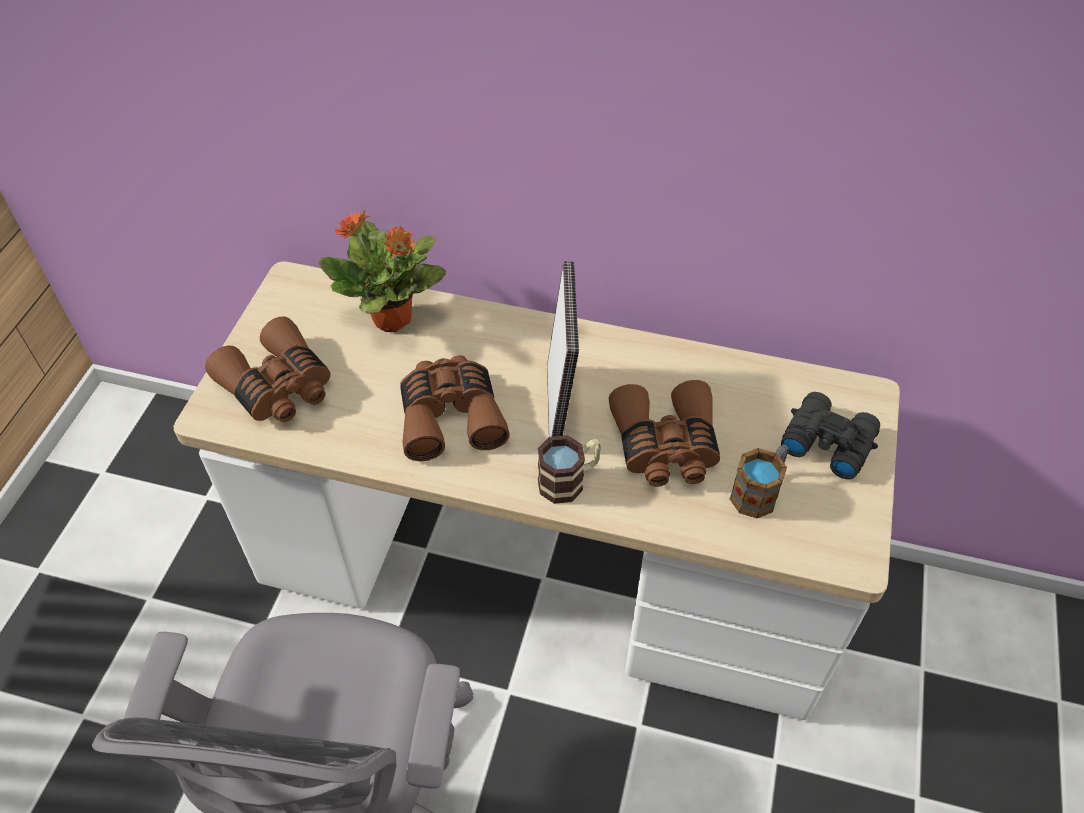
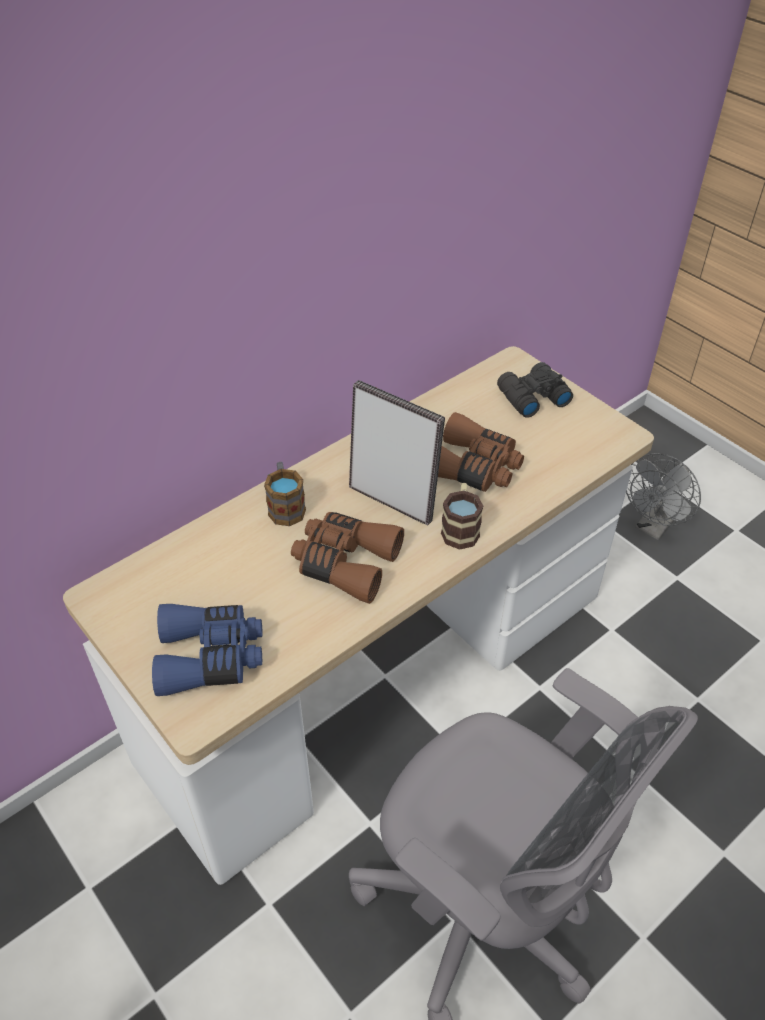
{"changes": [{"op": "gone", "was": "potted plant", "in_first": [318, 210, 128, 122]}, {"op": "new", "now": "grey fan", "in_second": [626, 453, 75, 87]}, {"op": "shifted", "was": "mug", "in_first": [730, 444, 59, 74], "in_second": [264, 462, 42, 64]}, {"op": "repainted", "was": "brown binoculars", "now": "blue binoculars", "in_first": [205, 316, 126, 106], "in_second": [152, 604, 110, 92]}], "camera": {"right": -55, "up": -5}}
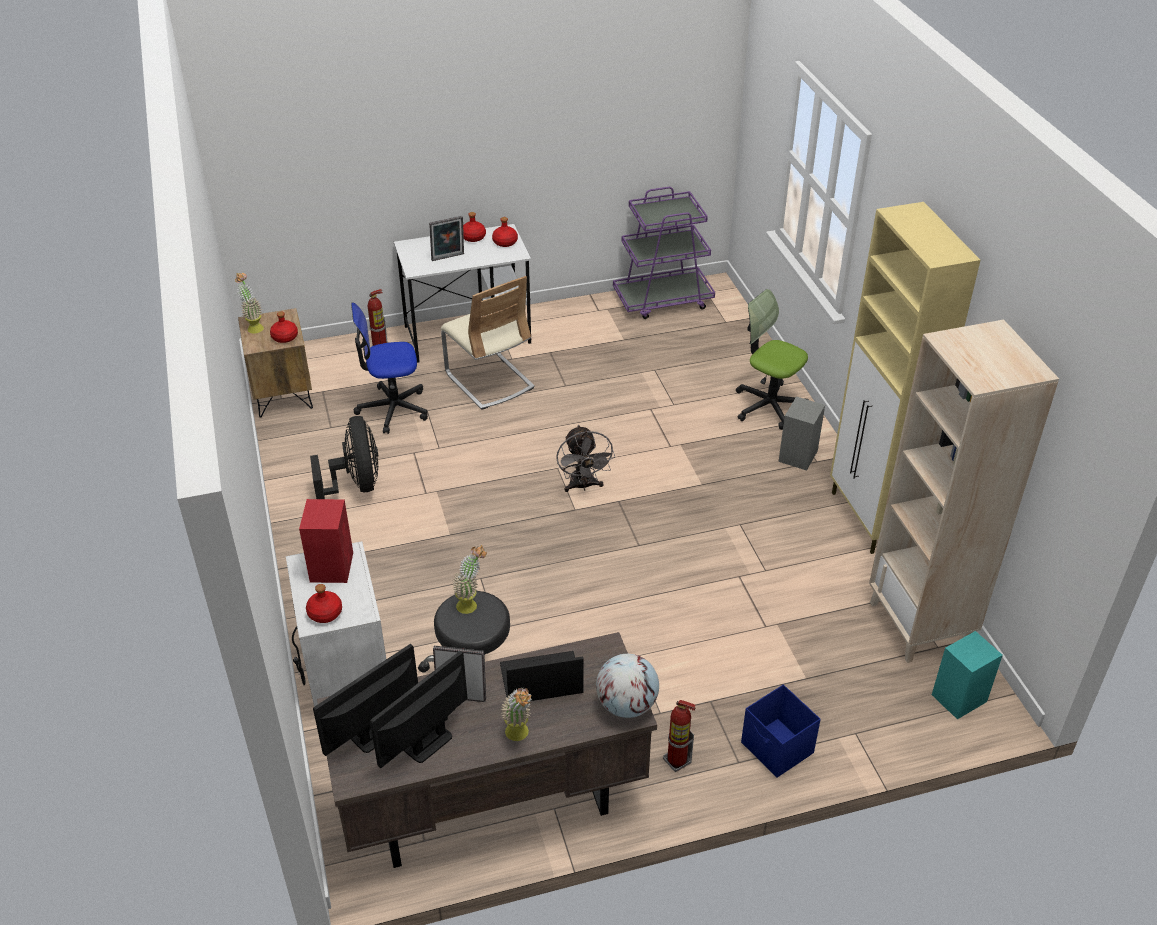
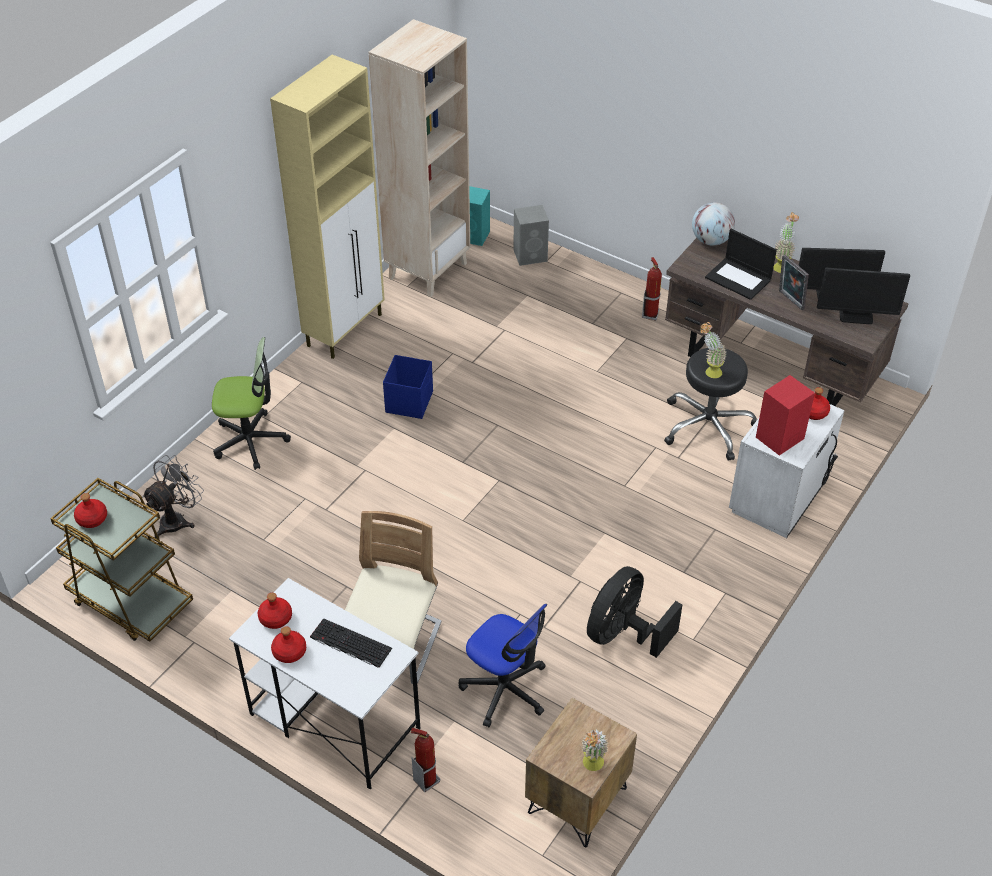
{"changes": [{"op": "shifted", "was": "red bottle", "in_first": [270, 311, 28, 32], "in_second": [74, 493, 33, 35]}, {"op": "shifted", "was": "grey fan", "in_first": [556, 425, 59, 67], "in_second": [142, 455, 62, 83]}, {"op": "shifted", "was": "blue storage box", "in_first": [741, 685, 80, 93], "in_second": [383, 355, 50, 64]}, {"op": "shifted", "was": "grey speaker", "in_first": [778, 396, 47, 74], "in_second": [513, 205, 36, 61]}, {"op": "swapped", "was": "picture frame", "now": "keyboard", "in_first": [429, 216, 35, 45], "in_second": [310, 618, 82, 50]}, {"op": "repainted", "was": "purple cart", "now": "brown cart", "in_first": [613, 187, 102, 132], "in_second": [50, 478, 143, 164]}, {"op": "rotated", "was": "office chair", "in_first": [736, 289, 73, 141], "in_second": [212, 337, 79, 133], "clockwise": -90}], "camera": {"right": -130, "up": 5}}
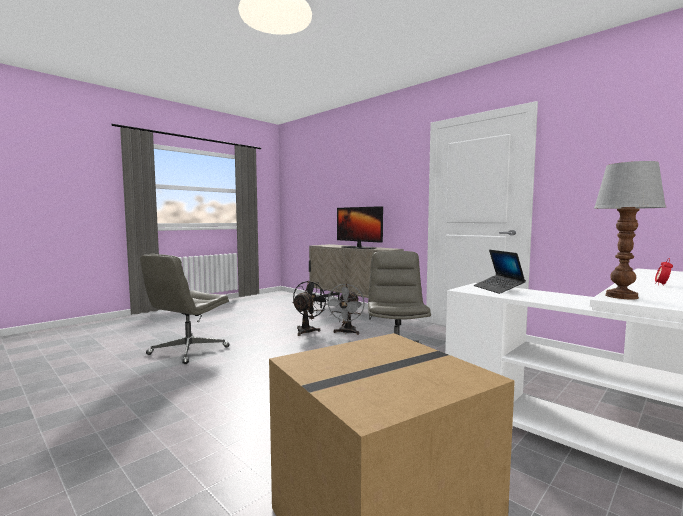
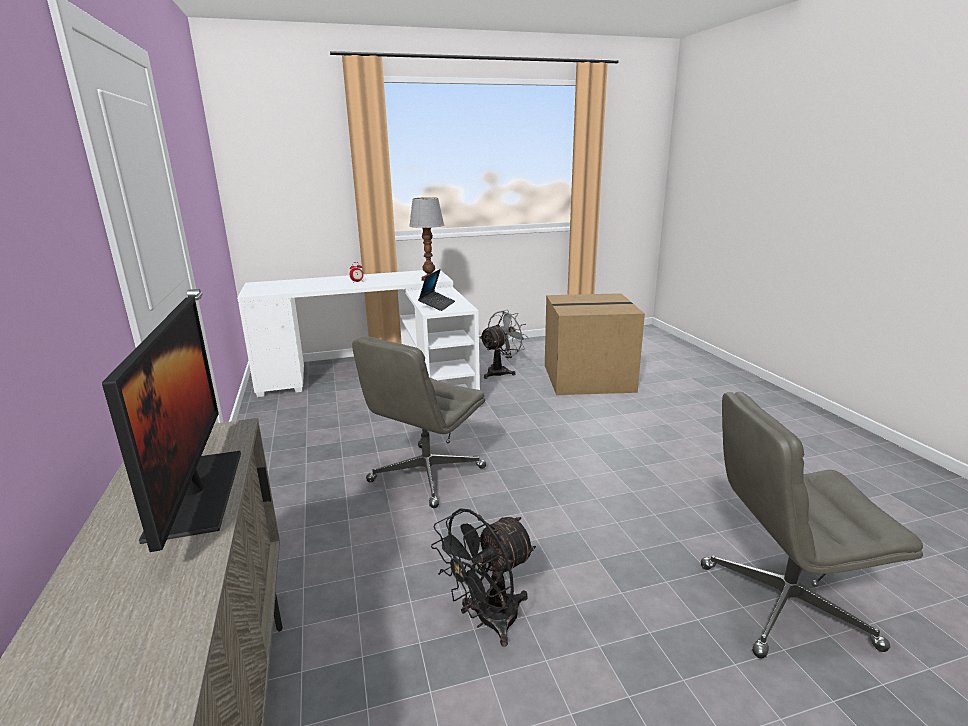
{"changes": [{"op": "shifted", "was": "grey fan", "in_first": [326, 284, 39, 51], "in_second": [480, 310, 47, 69]}, {"op": "rotated", "was": "grey office chair", "in_first": [140, 254, 89, 110], "in_second": [701, 392, 222, 266], "clockwise": -150}], "camera": {"right": -150, "up": 15}}
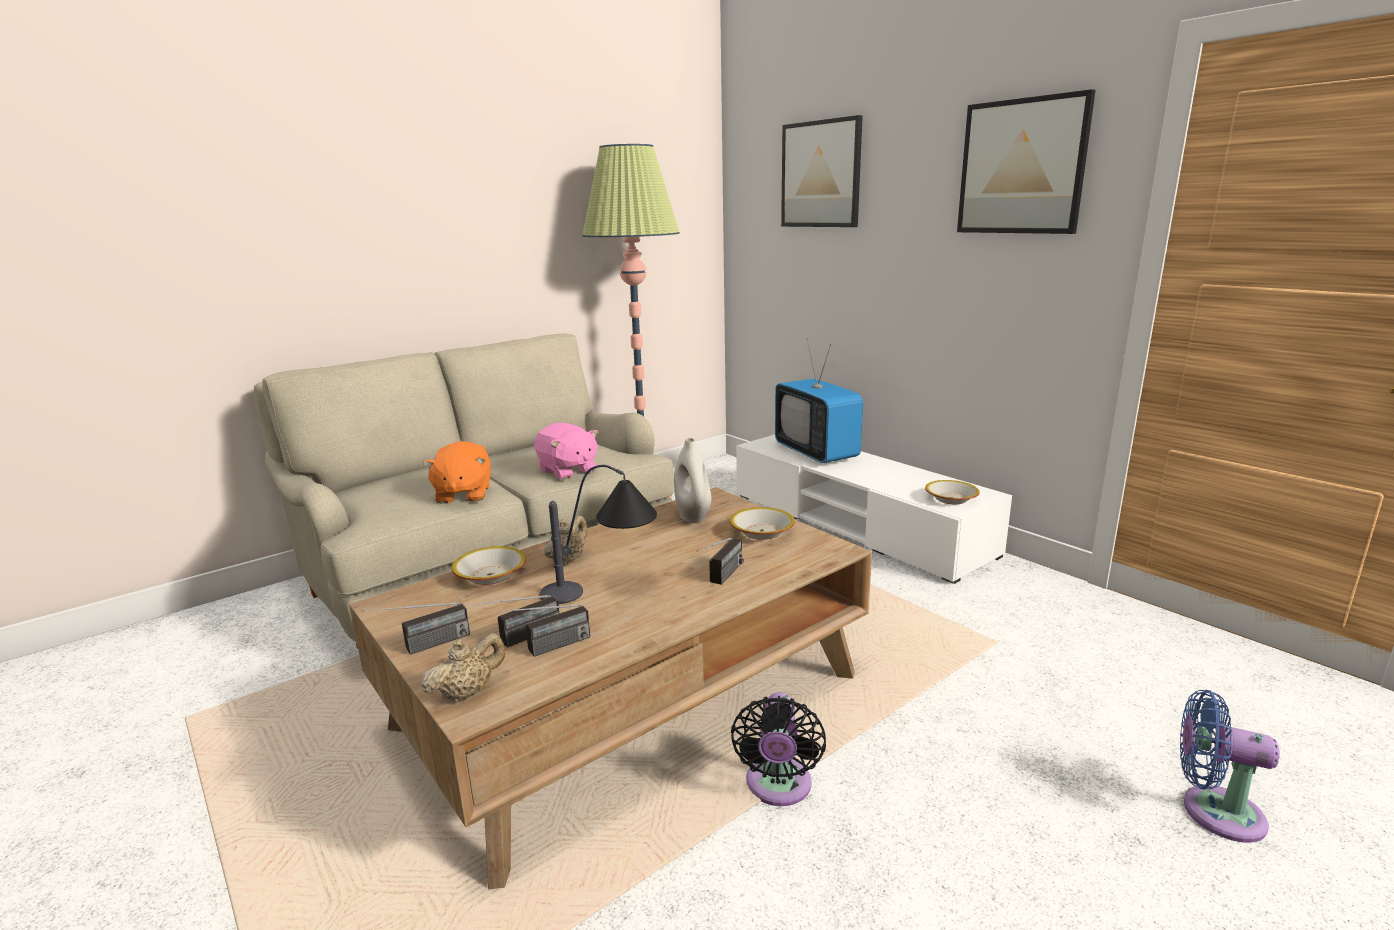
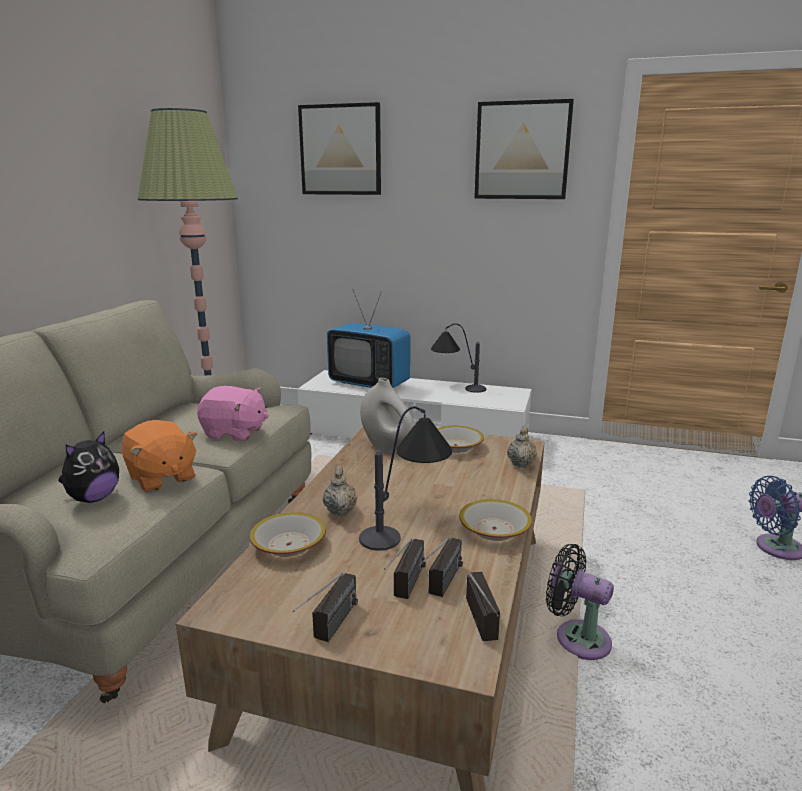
{"changes": [{"op": "new", "now": "plush toy", "in_second": [58, 431, 61, 72]}, {"op": "new", "now": "table lamp", "in_second": [431, 323, 55, 70]}, {"op": "shifted", "was": "beige teapot", "in_first": [421, 633, 85, 69], "in_second": [507, 426, 30, 42]}, {"op": "shifted", "was": "radio", "in_first": [697, 537, 47, 48], "in_second": [466, 571, 34, 70]}, {"op": "shifted", "was": "bowl", "in_first": [925, 480, 55, 24], "in_second": [459, 499, 73, 42]}, {"op": "rotated", "was": "black fan", "in_first": [731, 693, 95, 113], "in_second": [546, 544, 68, 116], "clockwise": 150}], "camera": {"right": -35, "up": 0}}
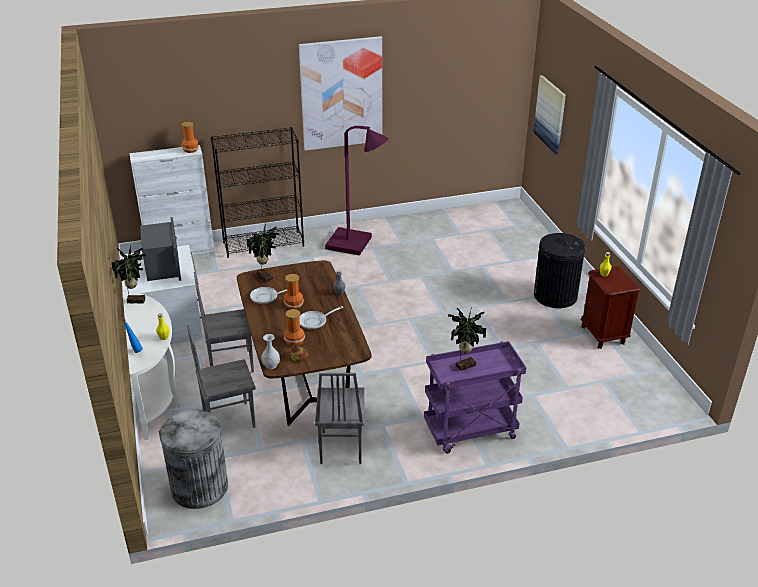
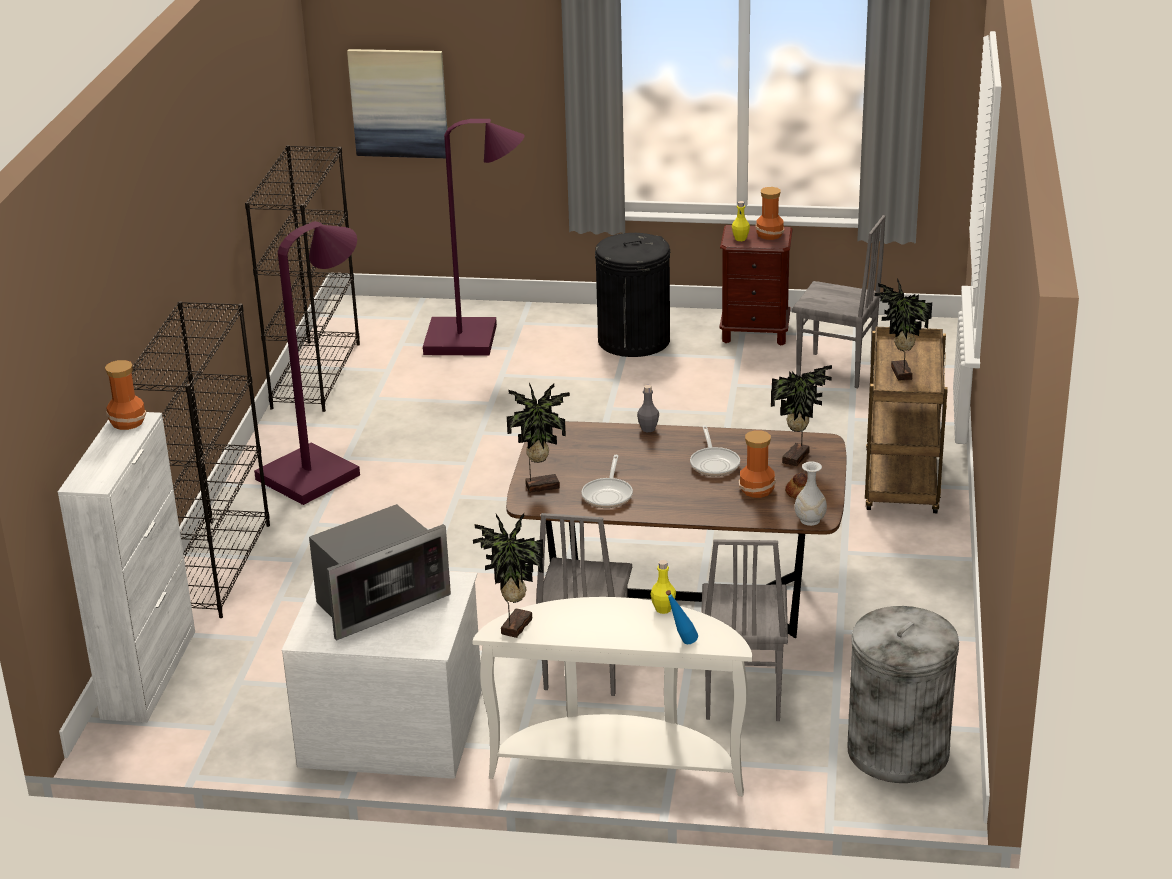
{"changes": [{"op": "gone", "was": "picture", "in_first": [299, 36, 83, 115]}, {"op": "new", "now": "black bookcase", "in_second": [245, 145, 115, 267]}, {"op": "new", "now": "purple floor lamp", "in_second": [423, 119, 102, 237]}, {"op": "new", "now": "potted plant", "in_second": [771, 365, 61, 102]}, {"op": "shifted", "was": "vase", "in_first": [283, 274, 21, 35], "in_second": [755, 187, 29, 53]}, {"op": "shifted", "was": "grey chair", "in_first": [315, 373, 50, 91], "in_second": [792, 215, 94, 173]}, {"op": "repainted", "was": "purple cart", "now": "brown cart", "in_first": [424, 341, 102, 112], "in_second": [865, 327, 83, 186]}, {"op": "rotated", "was": "microwave", "in_first": [140, 217, 41, 64], "in_second": [309, 504, 142, 137], "clockwise": 135}], "camera": {"right": -65, "up": -5}}
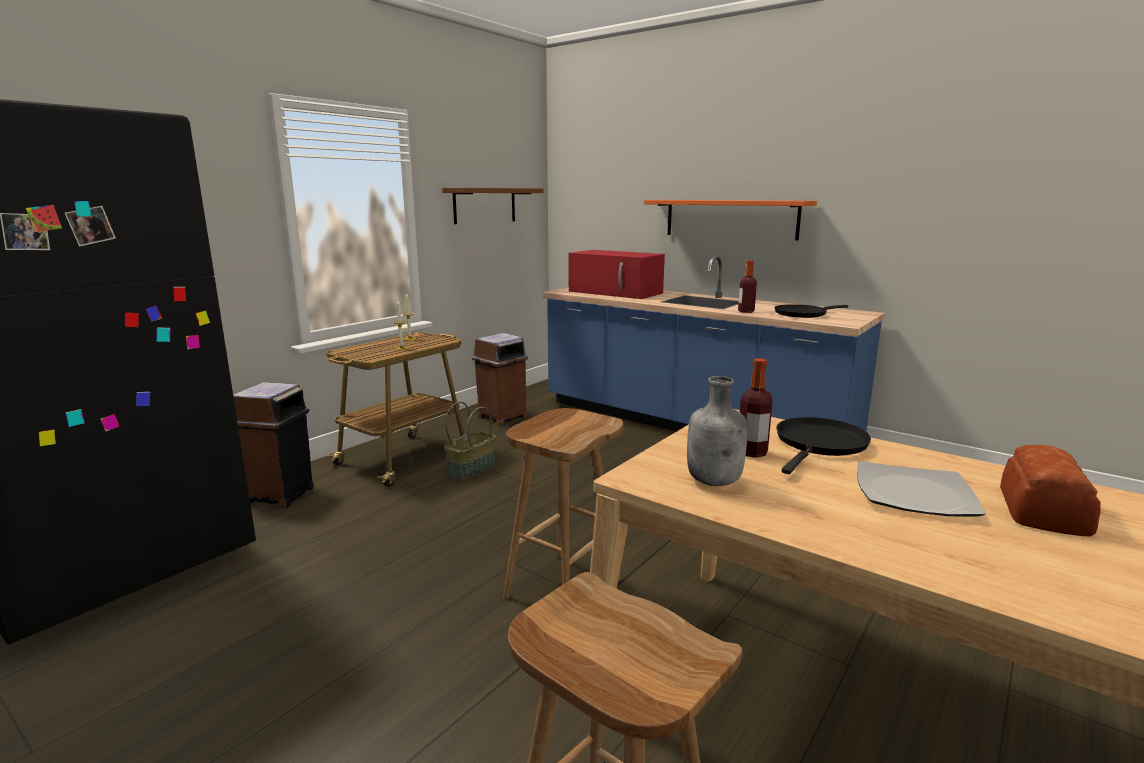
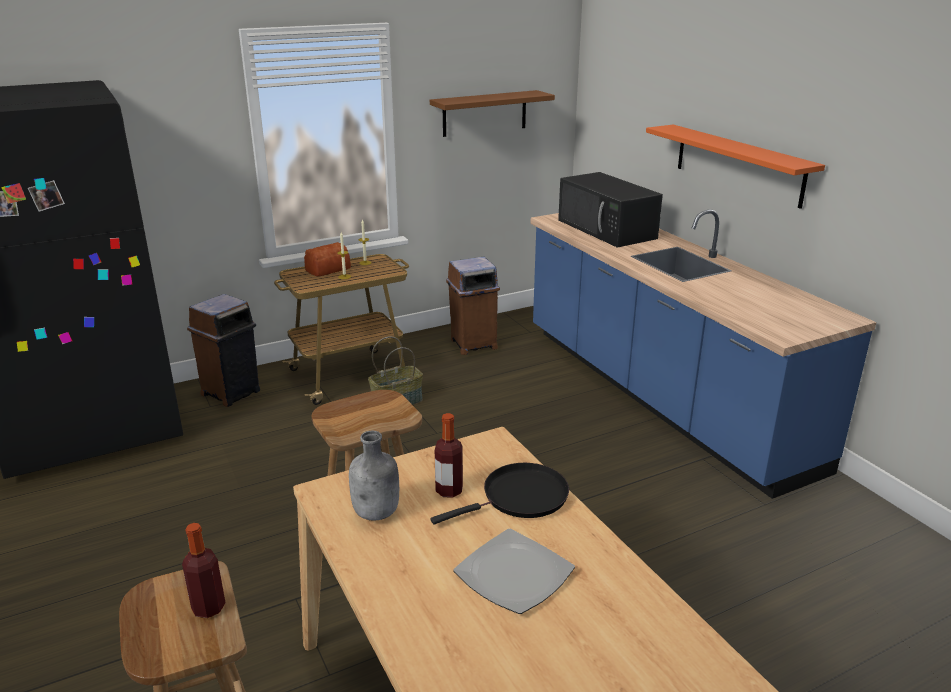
{"changes": [{"op": "gone", "was": "black frying pan", "in_first": [774, 304, 74, 14]}, {"op": "shifted", "was": "bottle", "in_first": [738, 260, 19, 53], "in_second": [182, 523, 43, 95]}, {"op": "shifted", "was": "bread", "in_first": [1000, 445, 101, 92], "in_second": [304, 242, 47, 34]}, {"op": "repainted", "was": "red microwave", "now": "black microwave", "in_first": [569, 250, 96, 49], "in_second": [558, 172, 105, 76]}], "camera": {"right": 25, "up": 10}}
